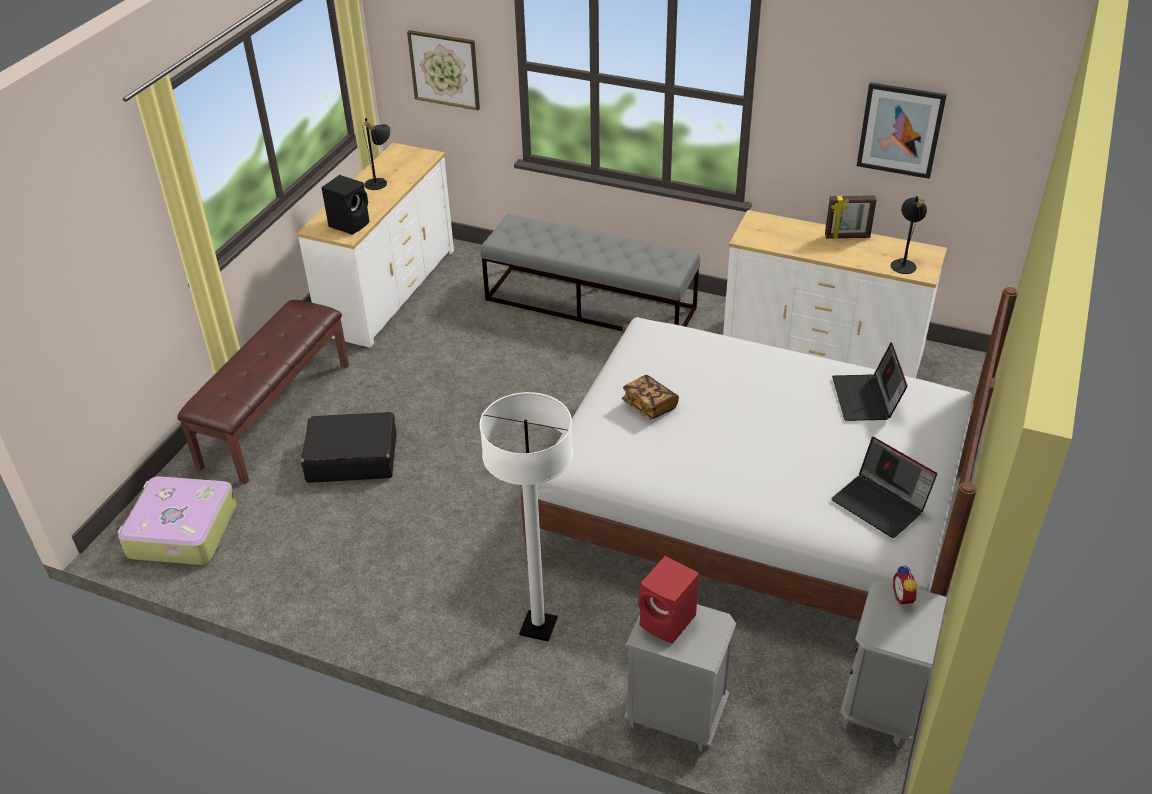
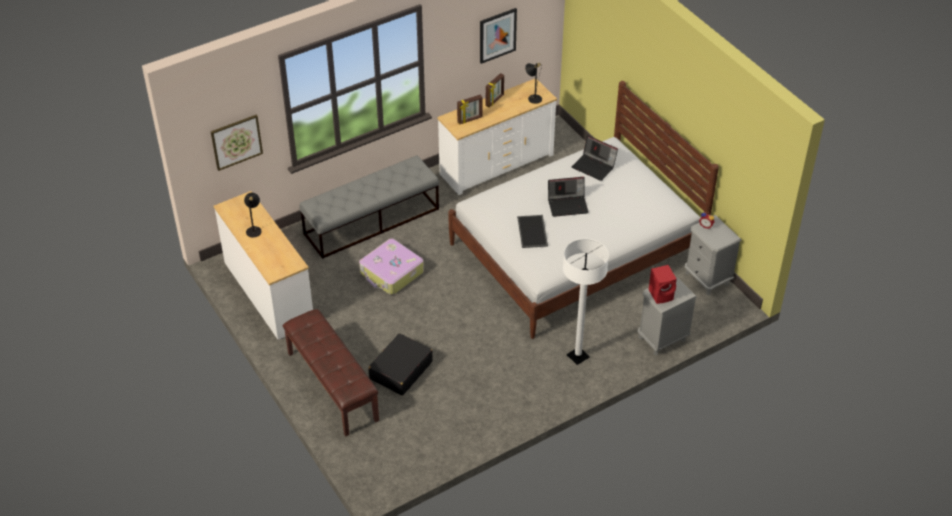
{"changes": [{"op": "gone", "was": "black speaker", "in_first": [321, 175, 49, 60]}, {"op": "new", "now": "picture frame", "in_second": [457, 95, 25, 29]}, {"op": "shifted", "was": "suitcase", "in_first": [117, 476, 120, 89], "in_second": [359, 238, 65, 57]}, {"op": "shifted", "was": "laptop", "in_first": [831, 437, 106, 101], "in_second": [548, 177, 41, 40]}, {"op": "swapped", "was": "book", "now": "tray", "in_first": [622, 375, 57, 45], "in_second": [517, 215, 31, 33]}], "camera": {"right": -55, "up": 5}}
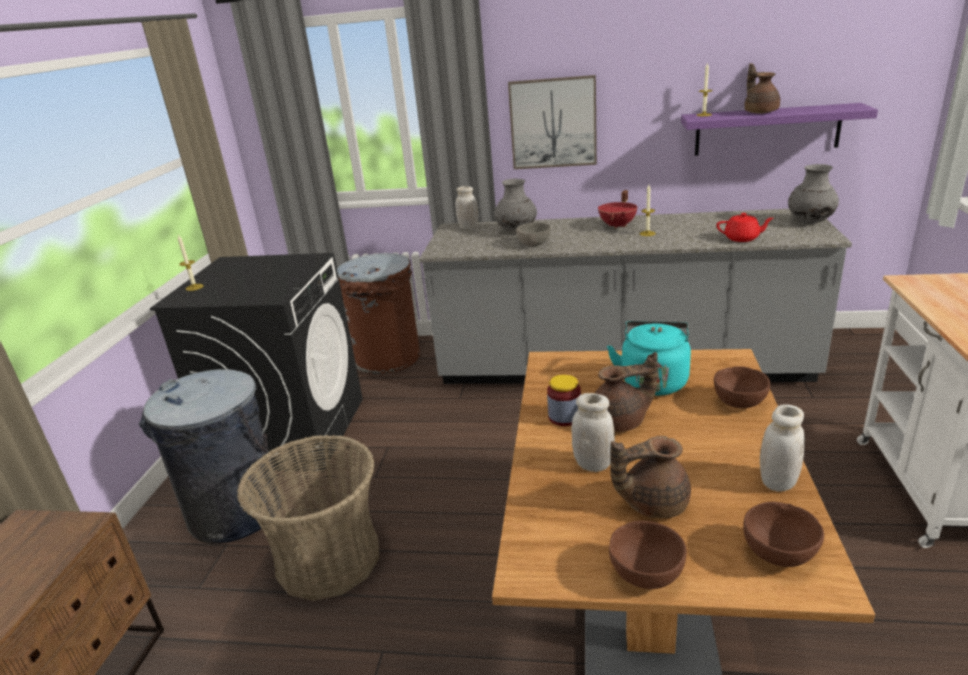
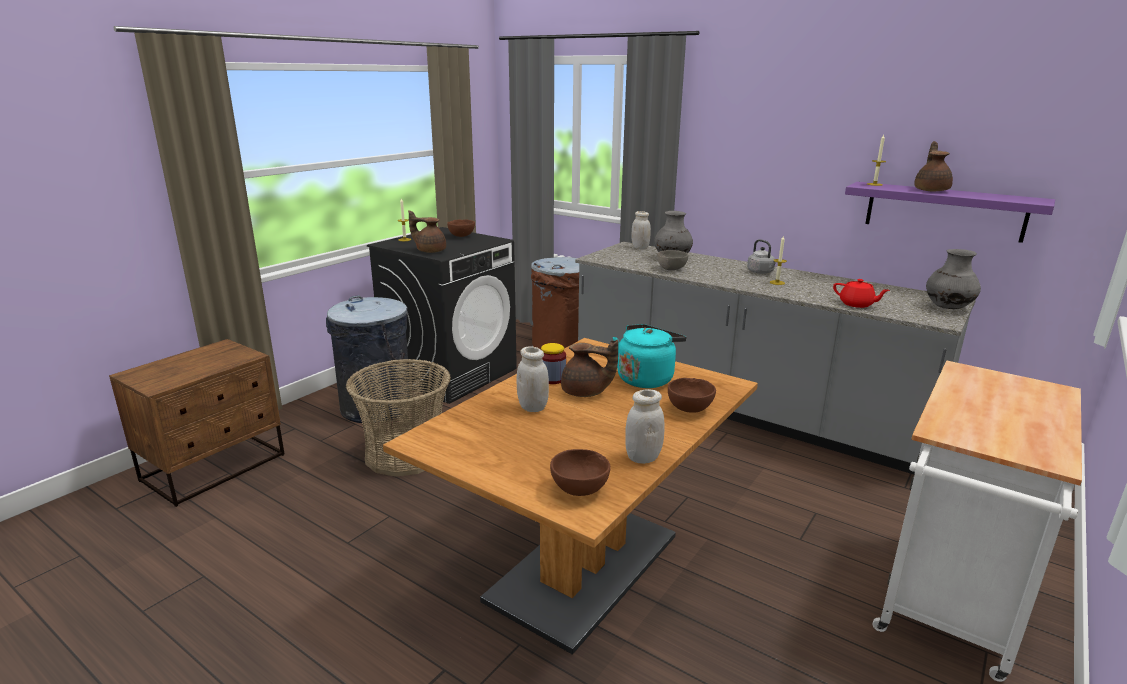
{"changes": [{"op": "gone", "was": "picture", "in_first": [508, 75, 89, 94]}, {"op": "shifted", "was": "brown bowl", "in_first": [609, 521, 78, 68], "in_second": [447, 220, 28, 17]}, {"op": "shifted", "was": "brown teapot", "in_first": [611, 436, 80, 83], "in_second": [408, 210, 38, 43]}, {"op": "swapped", "was": "red cooking pot", "now": "grey kettle", "in_first": [598, 190, 39, 39], "in_second": [747, 239, 29, 35]}], "camera": {"right": 25, "up": -5}}
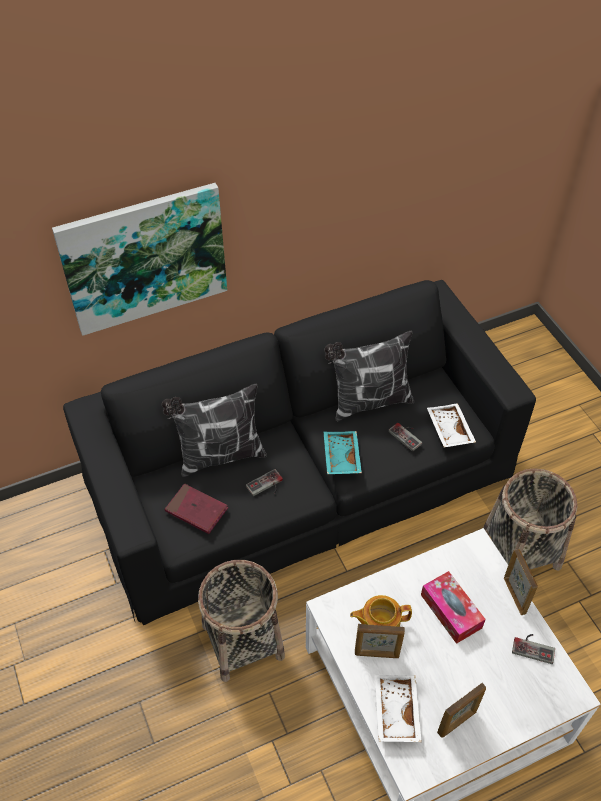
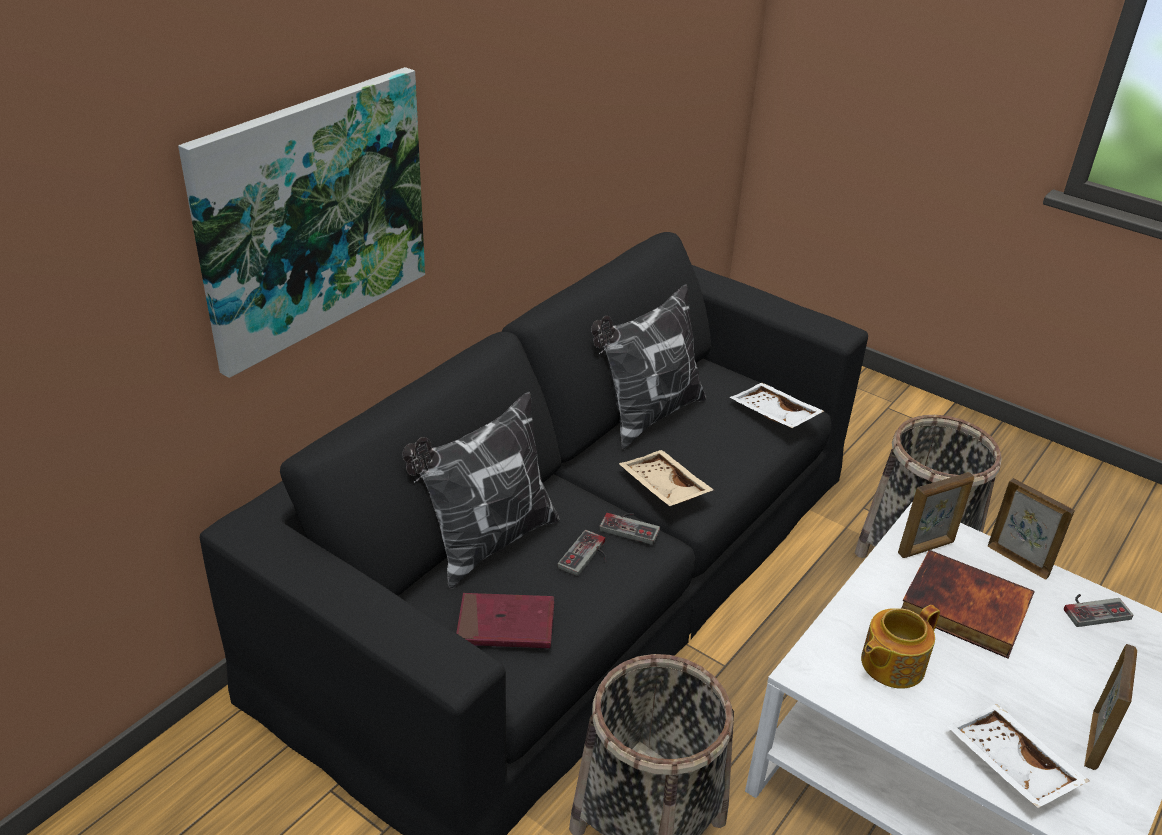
{"changes": [{"op": "shifted", "was": "picture frame", "in_first": [355, 624, 50, 34], "in_second": [898, 472, 76, 86]}, {"op": "shifted", "was": "game controller", "in_first": [388, 423, 34, 29], "in_second": [599, 513, 61, 32]}, {"op": "swapped", "was": "tissue box", "now": "book", "in_first": [421, 571, 65, 73], "in_second": [901, 550, 134, 108]}, {"op": "repainted", "was": "turquoise tray", "now": "beige tray", "in_first": [324, 431, 38, 43], "in_second": [619, 450, 95, 56]}], "camera": {"right": -30, "up": -15}}
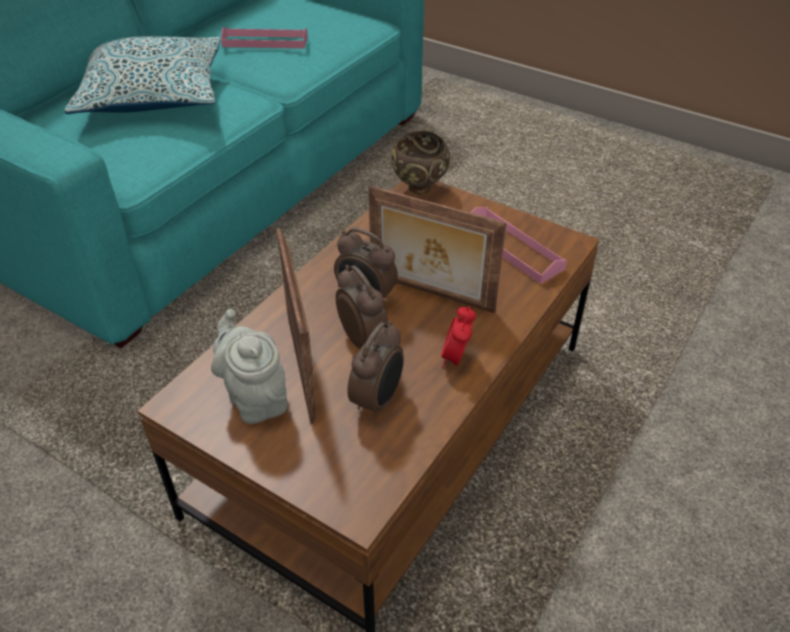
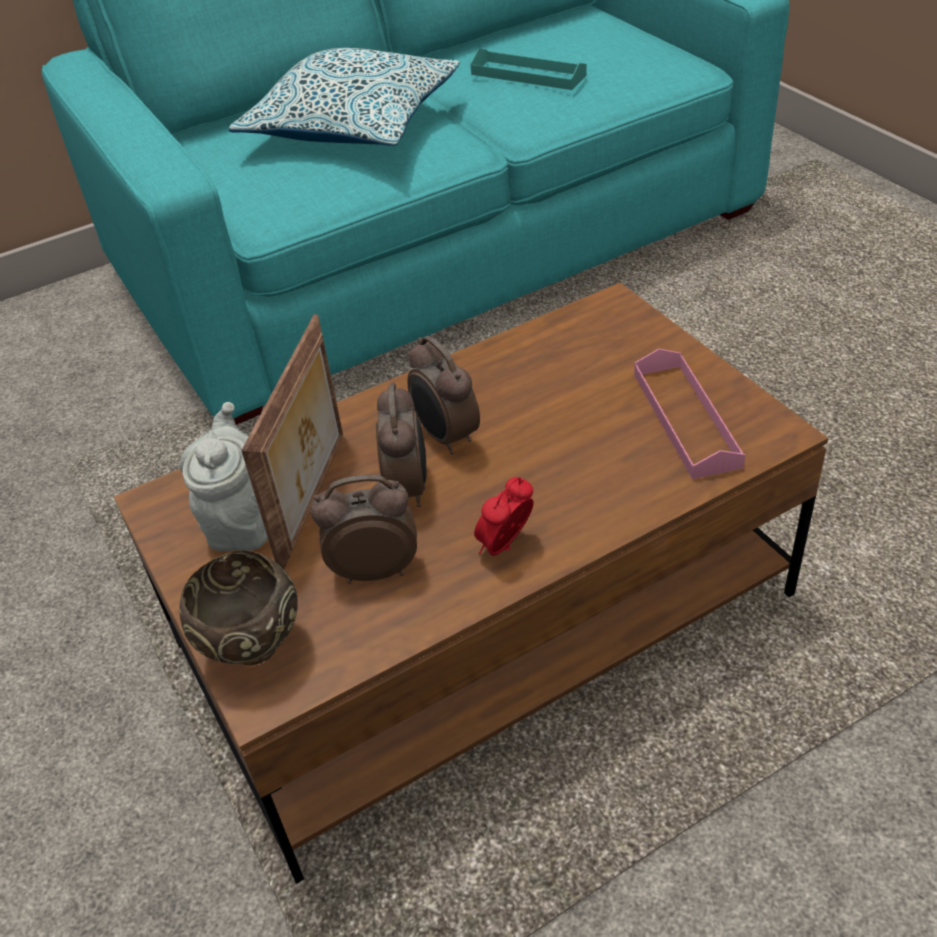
{"changes": [{"op": "gone", "was": "picture frame", "in_first": [369, 186, 137, 127]}, {"op": "shifted", "was": "brown bowl", "in_first": [391, 131, 59, 64], "in_second": [179, 550, 119, 115]}, {"op": "repainted", "was": "pink tray", "now": "turquoise tray", "in_first": [221, 27, 87, 21], "in_second": [471, 49, 116, 41]}, {"op": "rotated", "was": "alarm clock", "in_first": [347, 320, 57, 99], "in_second": [310, 475, 107, 109], "clockwise": -150}], "camera": {"right": 30, "up": 0}}
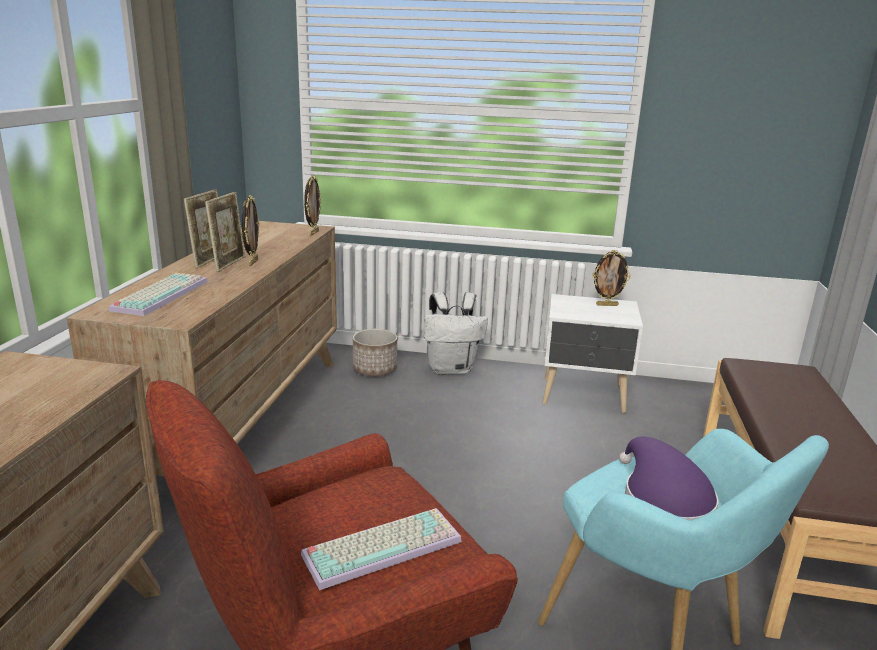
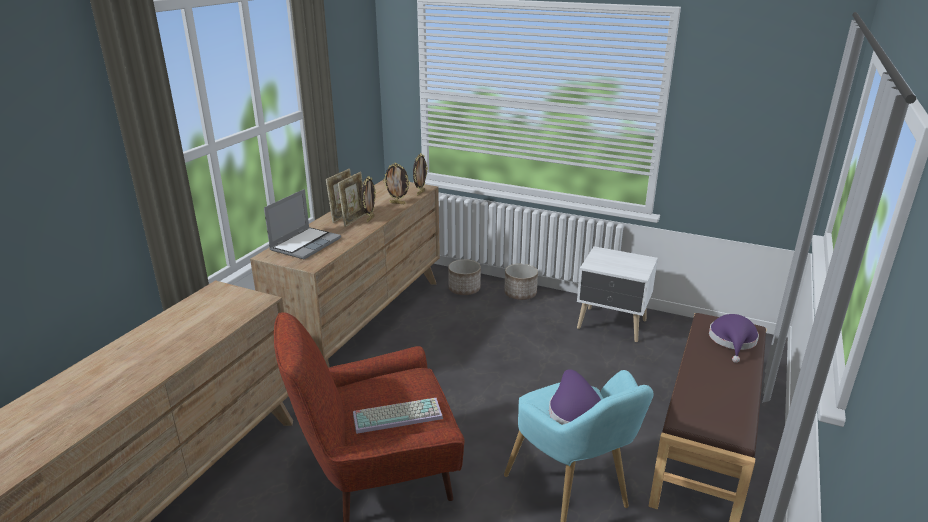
{"changes": [{"op": "new", "now": "purple hat", "in_second": [709, 314, 50, 49]}, {"op": "shifted", "was": "picture frame", "in_first": [592, 250, 39, 56], "in_second": [383, 163, 27, 41]}, {"op": "swapped", "was": "keyboard", "now": "laptop", "in_first": [109, 273, 99, 43], "in_second": [264, 189, 77, 70]}, {"op": "swapped", "was": "white backpack", "now": "planter", "in_first": [424, 292, 64, 83], "in_second": [504, 263, 34, 37]}], "camera": {"right": 15, "up": 5}}
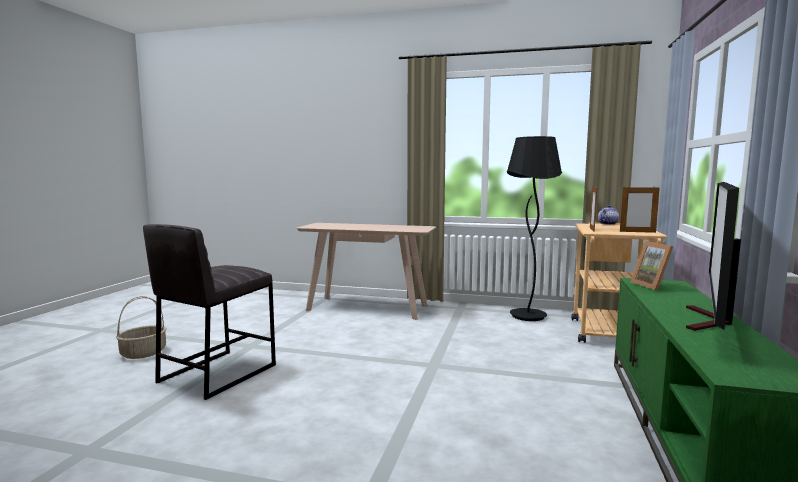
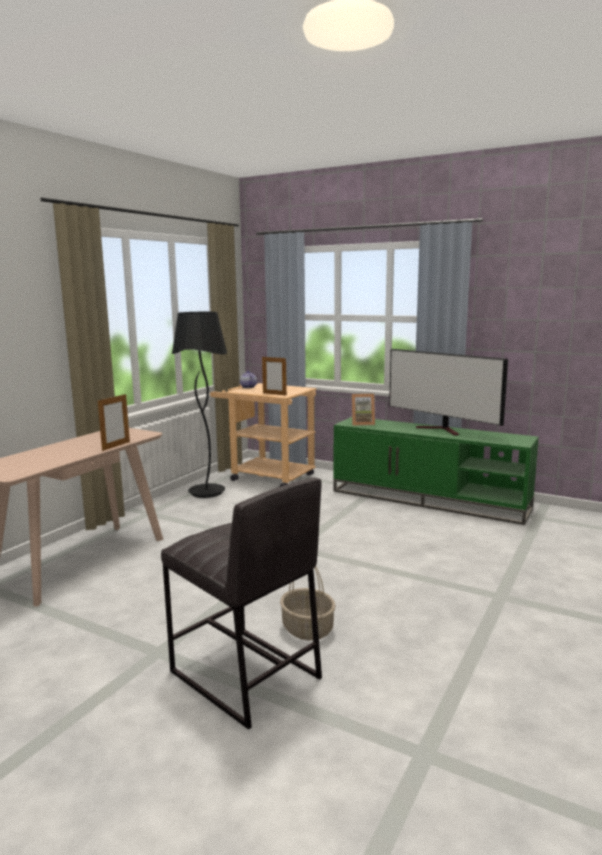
{"changes": [{"op": "shifted", "was": "basket", "in_first": [116, 296, 51, 63], "in_second": [280, 567, 55, 73]}, {"op": "shifted", "was": "picture frame", "in_first": [620, 187, 40, 46], "in_second": [98, 393, 32, 58]}], "camera": {"right": -75, "up": 5}}
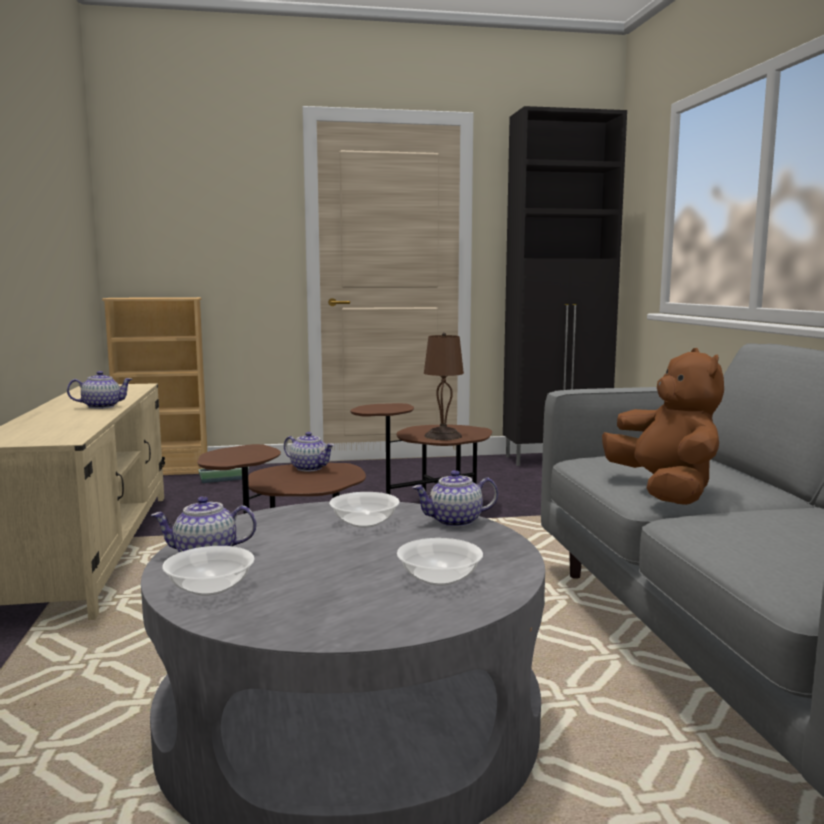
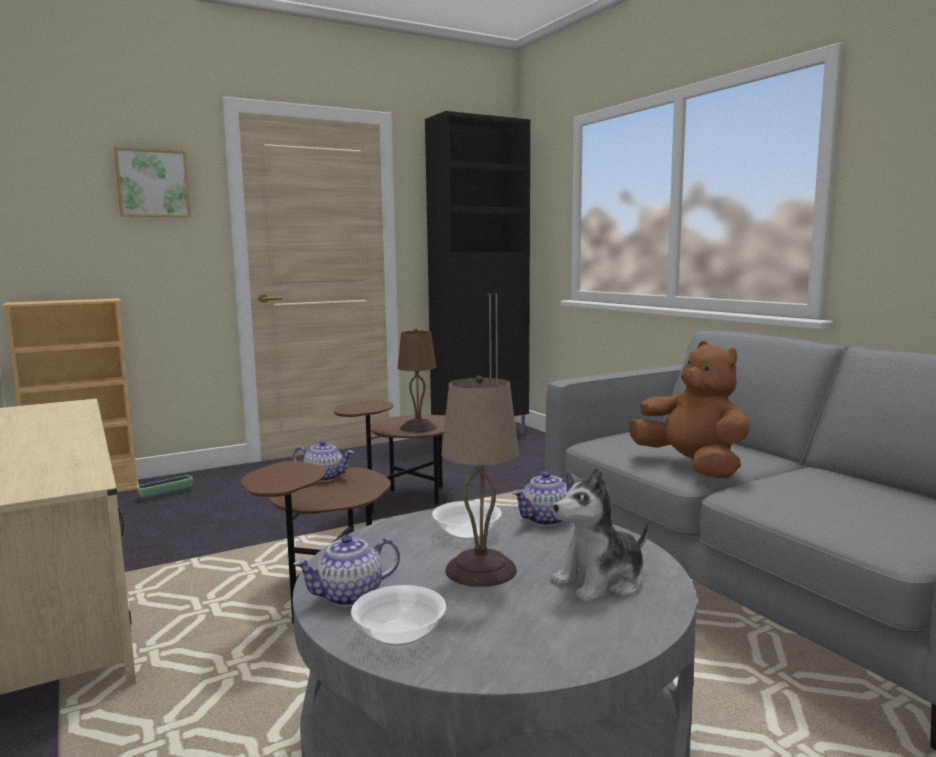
{"changes": [{"op": "gone", "was": "teapot", "in_first": [67, 371, 65, 38]}, {"op": "new", "now": "picture", "in_second": [114, 147, 77, 70]}, {"op": "new", "now": "beige table lamp", "in_second": [441, 376, 78, 211]}, {"op": "swapped", "was": "bowl", "now": "plush toy", "in_first": [397, 538, 86, 48], "in_second": [550, 467, 98, 136]}], "camera": {"right": -20, "up": 0}}
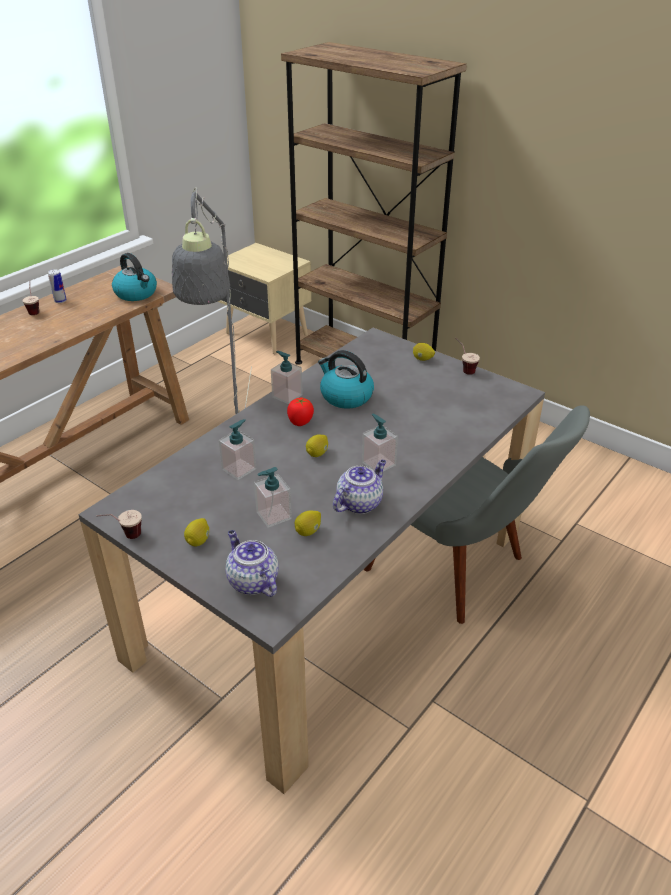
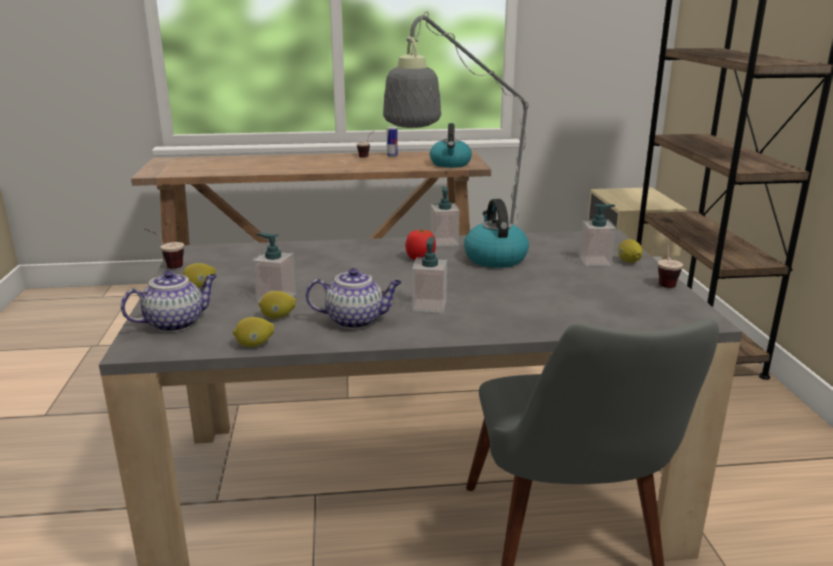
{"changes": [{"op": "shifted", "was": "soap dispenser", "in_first": [219, 419, 37, 61], "in_second": [579, 204, 37, 62]}, {"op": "shifted", "was": "lemon", "in_first": [306, 434, 22, 23], "in_second": [233, 317, 41, 30]}, {"op": "rotated", "was": "teapot", "in_first": [226, 530, 53, 67], "in_second": [121, 270, 96, 62], "clockwise": 45}], "camera": {"right": 45, "up": -15}}
